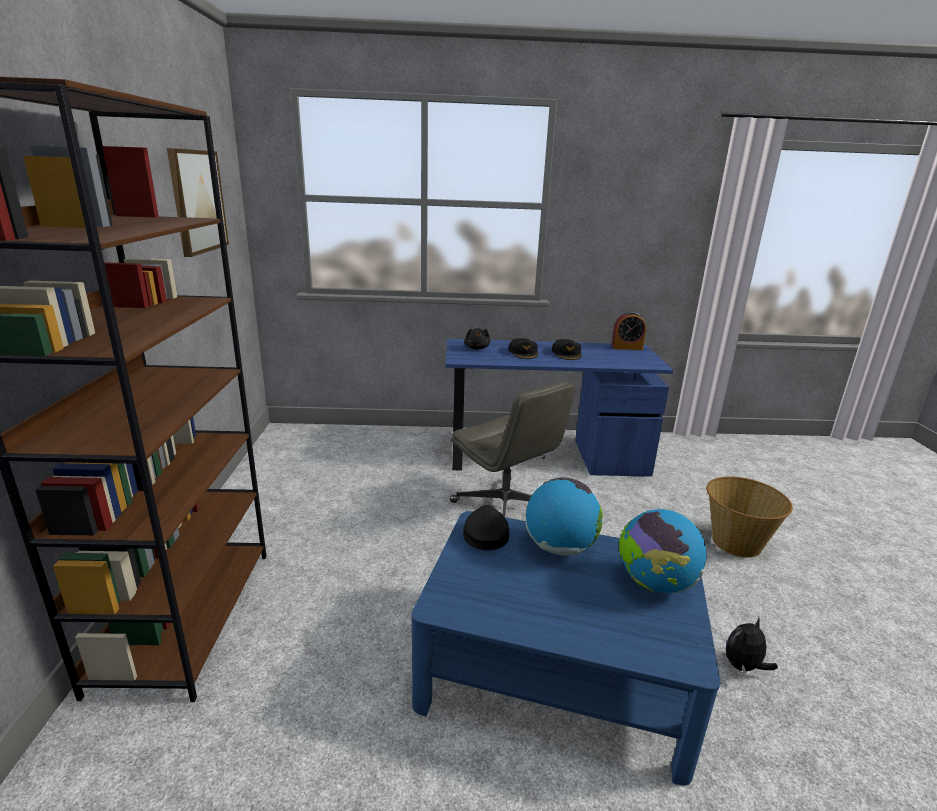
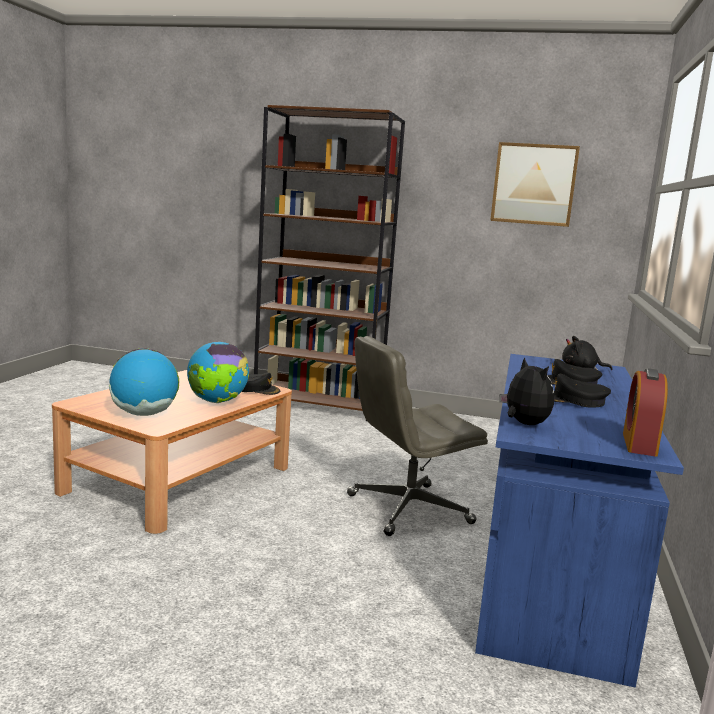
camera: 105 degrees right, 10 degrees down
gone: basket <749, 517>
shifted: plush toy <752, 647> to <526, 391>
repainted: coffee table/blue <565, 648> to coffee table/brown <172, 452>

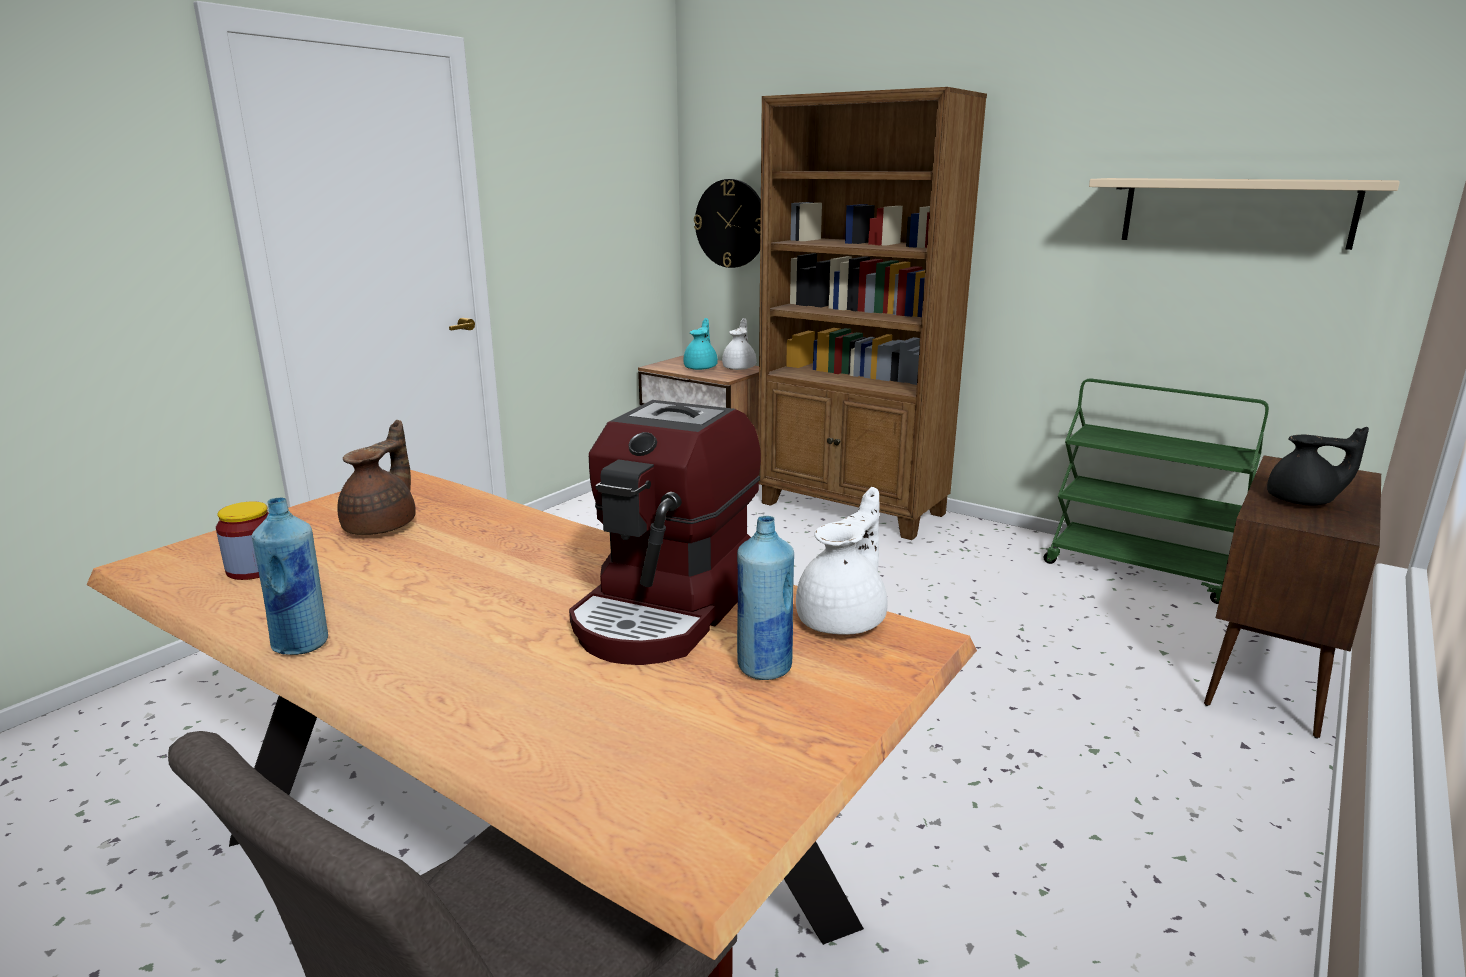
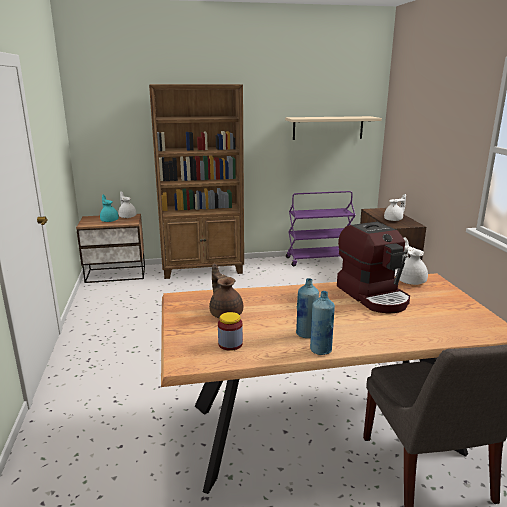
camera: 45 degrees left, 0 degrees up
gone: wall clock <727, 223>
shifted: bottle/blue <765, 598> to <307, 308>
repainted: cart/green <1156, 491> to cart/purple <321, 228>; teapot/black <1318, 466> to teapot/white <395, 207>

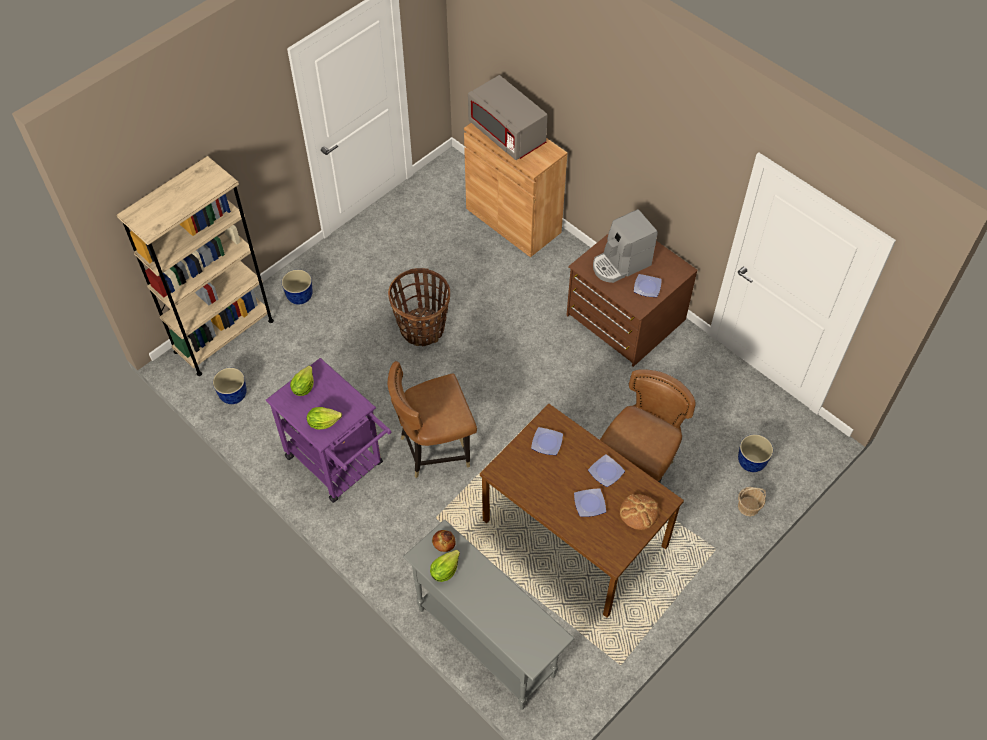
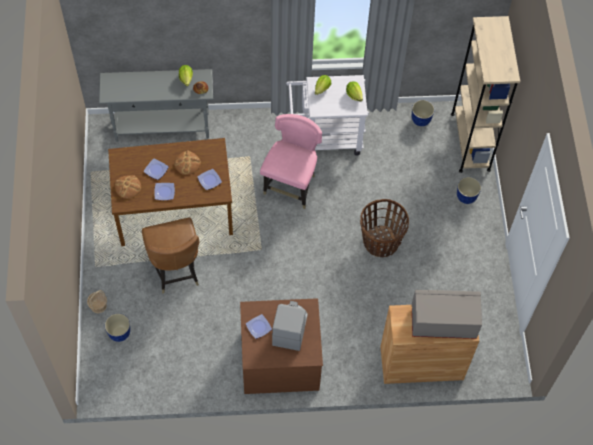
camera: 130 degrees right, 5 degrees up
new: bread <187, 162>
repainted: chair/brown <432, 419> to chair/pink <291, 161>; cart/purple <329, 430> to cart/white <327, 115>

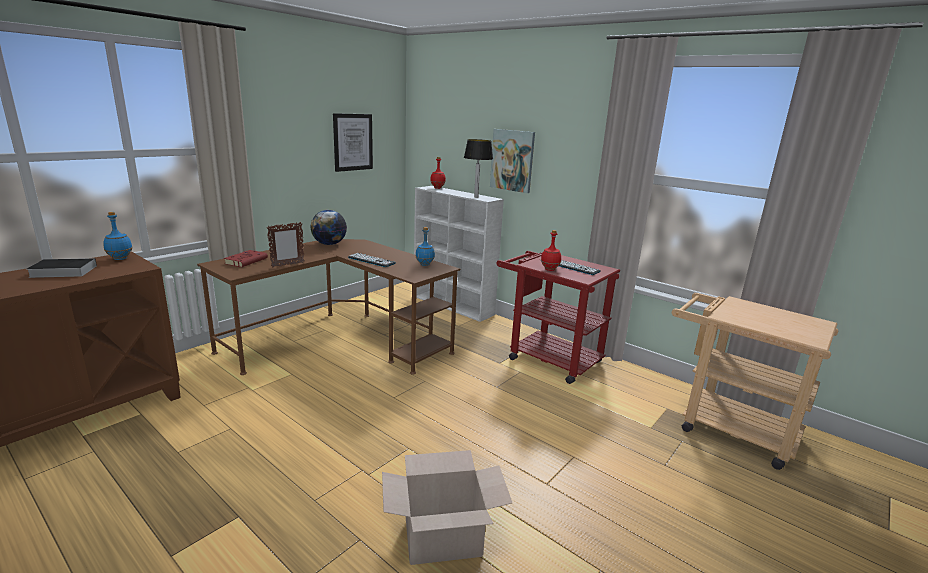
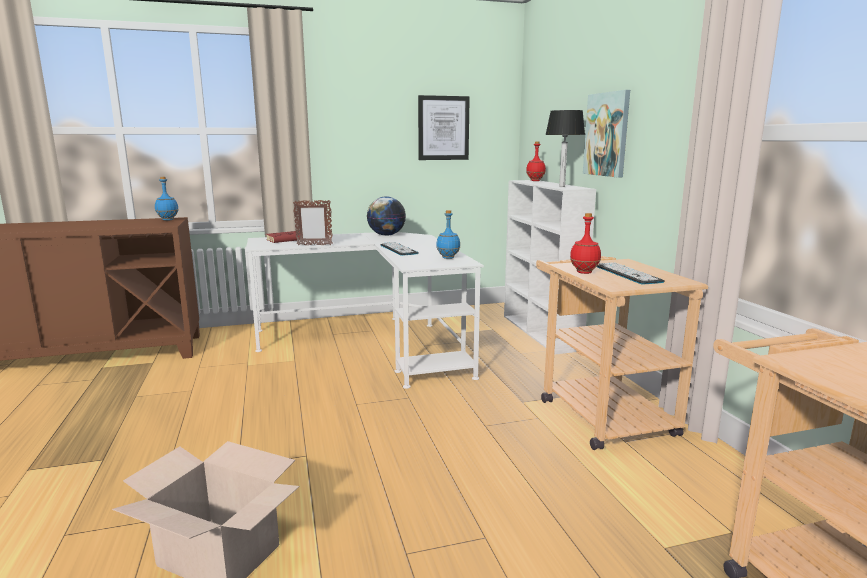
camera: 35 degrees right, 5 degrees down
gone: book <62, 268>
repainted: desk/brown <328, 307> to desk/white <365, 310>; cart/red <558, 317> to cart/beige <622, 353>

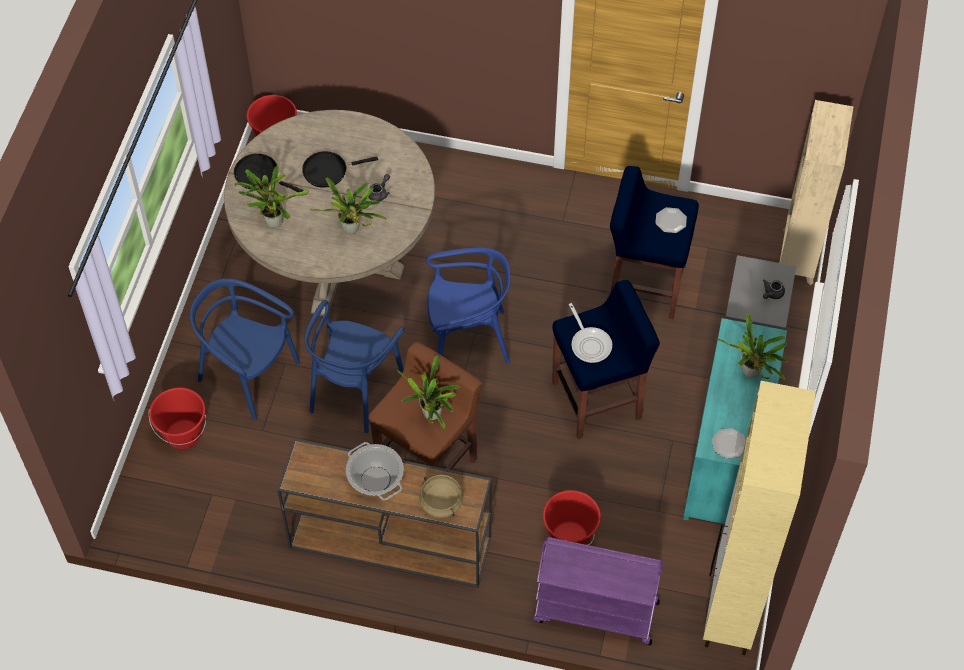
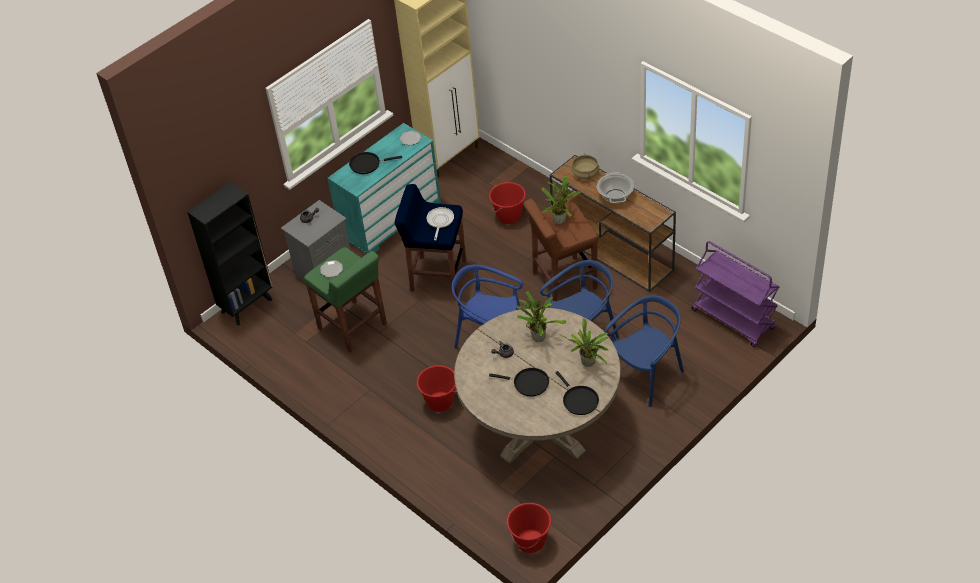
camera: 145 degrees left, 10 degrees down
shifted: bucket/red <177, 418> to <436, 388>; cart/purple <598, 591> to <735, 294>
swapped: potted plant <751, 347> to frying pan/black <375, 163>
repainted: bookcase/beige <816, 192> to bookcase/black <230, 253>; stool/blue <654, 242> to stool/green <345, 300>
rotated: chair/blue <245, 349> = <644, 351> 105 degrees counterclockwise

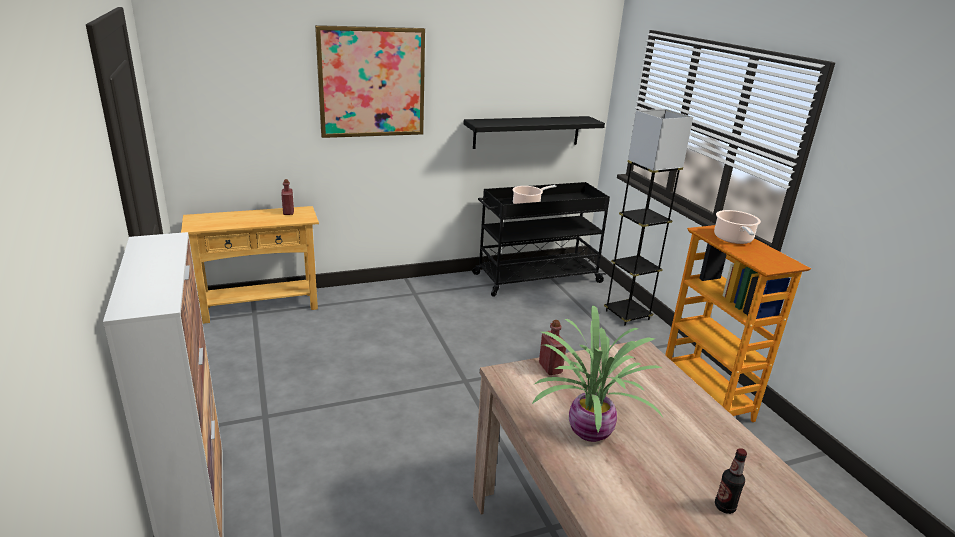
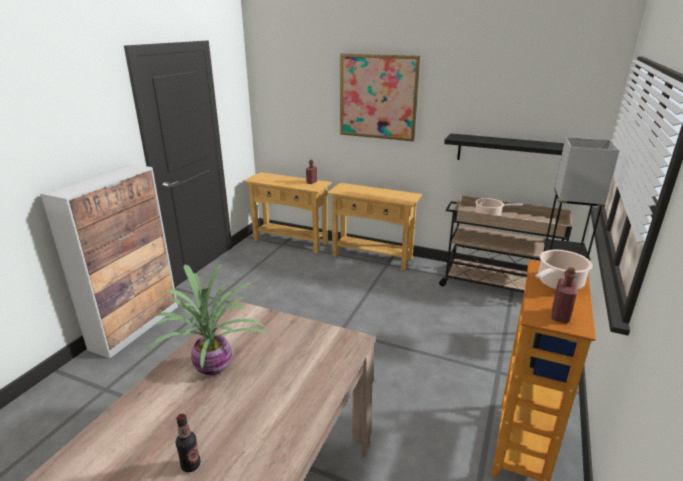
camera: 45 degrees right, 0 degrees up
new: console table/beige <374, 226>
shifted: bottle/red <552, 347> to <564, 295>
repainted: cart/black <541, 239> to cart/beige <505, 244>

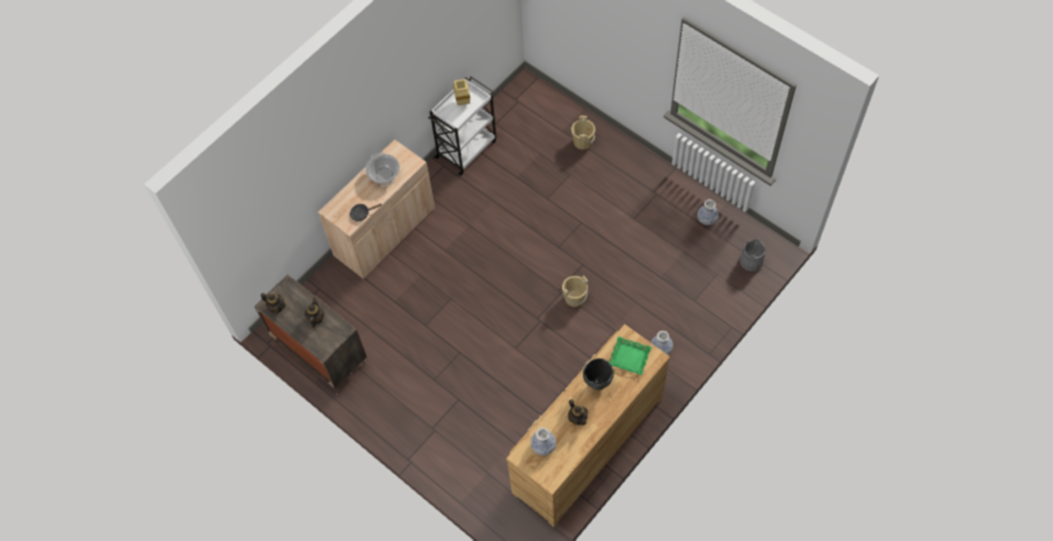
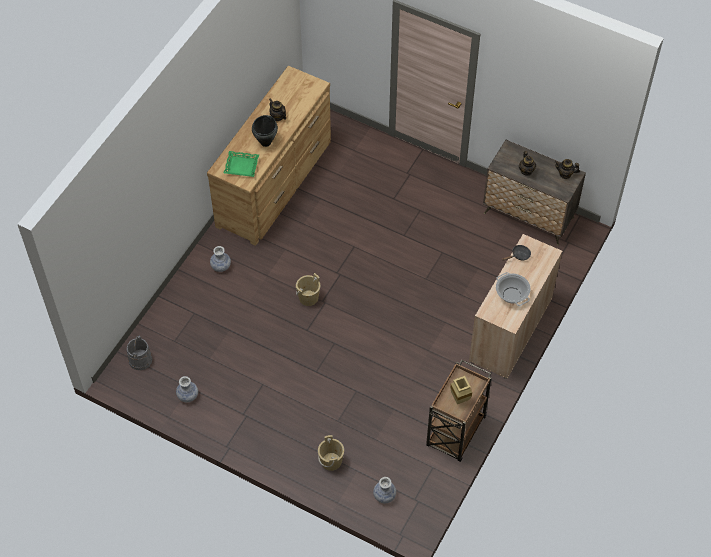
camera: 165 degrees right, 5 degrees down
shifted: vase <543, 441> to <384, 490>
repainted: cart/white <462, 126> to cart/brown <458, 410>

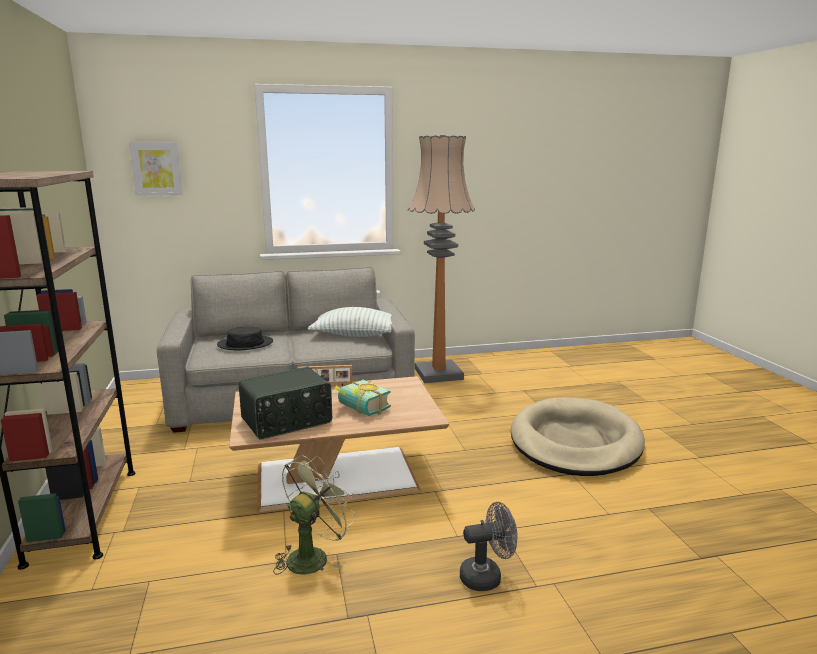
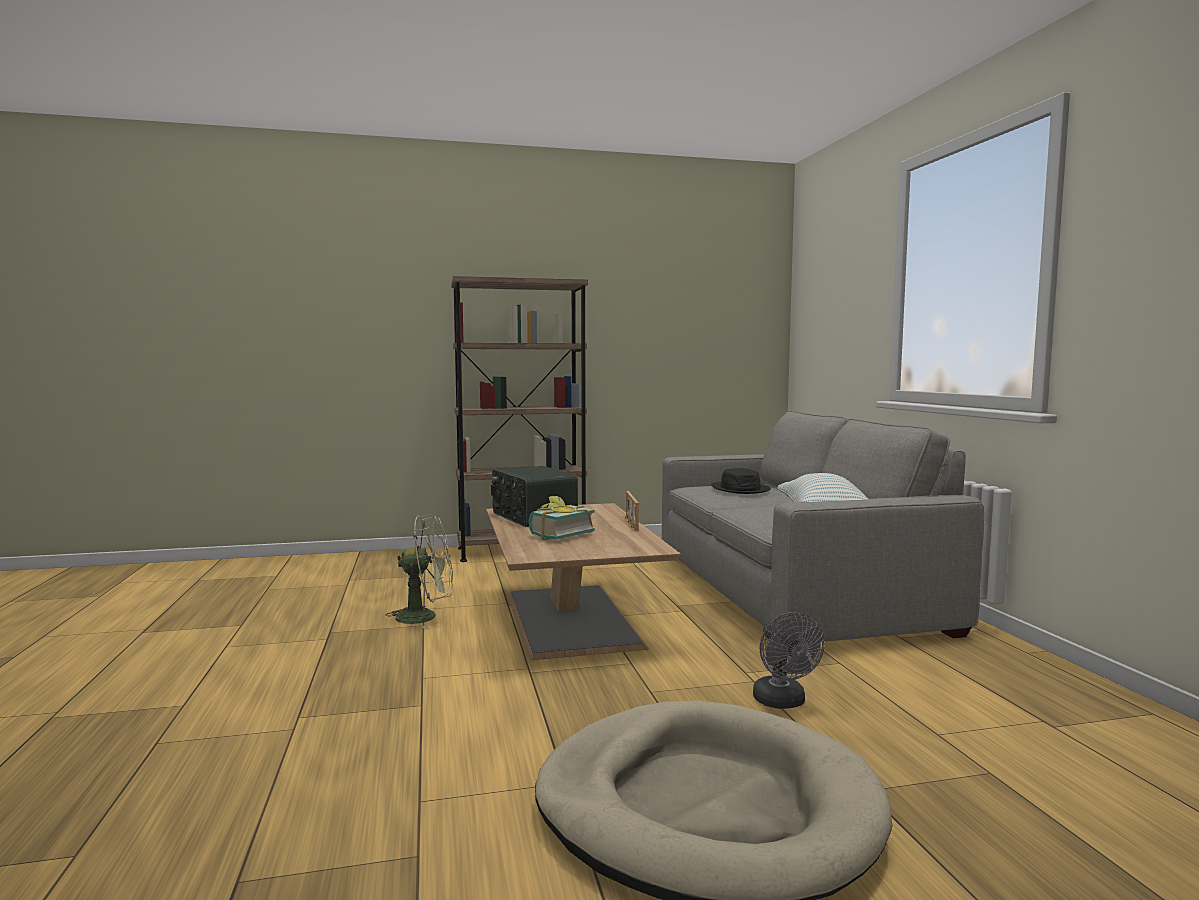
camera: 90 degrees right, 10 degrees down
gone: picture <156, 169>; floor lamp <441, 259>
shifted: fan/grey <488, 546> to <789, 660>
rotated: fan/green <315, 515> = <419, 571> 45 degrees counterclockwise

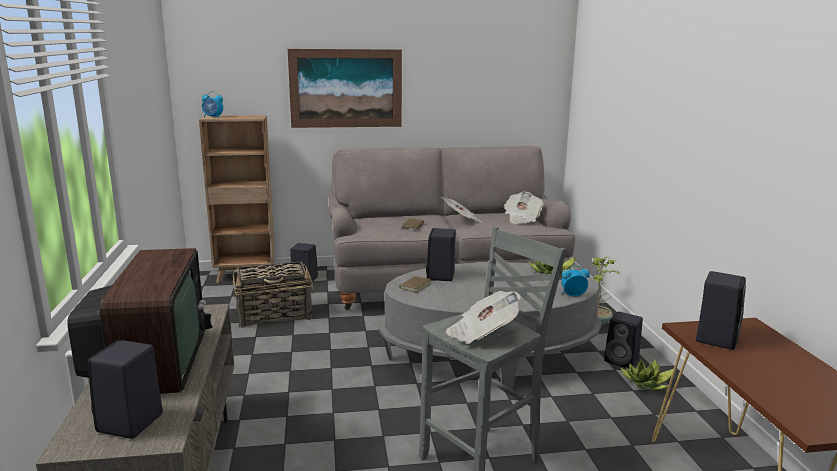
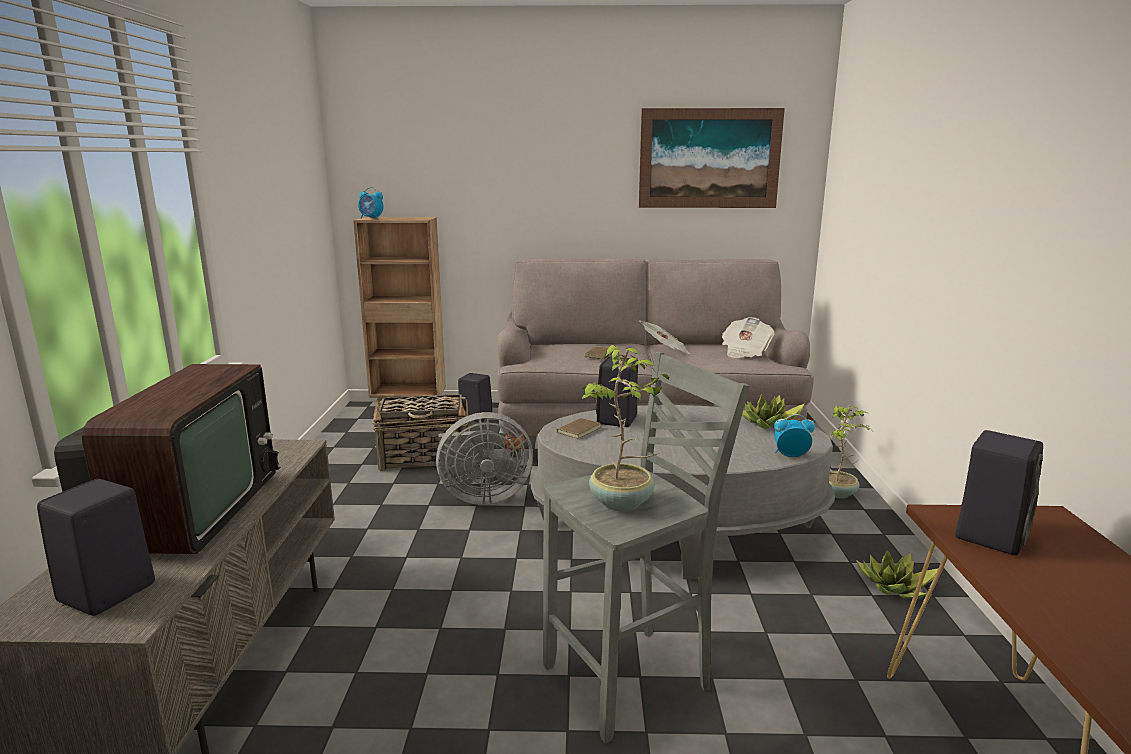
camera: 10 degrees right, 0 degrees up
gone: speaker/black <623, 340>
new: fan/grey <484, 458>
shifted: picture <345, 88> to <712, 158>
swapped: newspaper <483, 317> to potted plant <625, 428>

